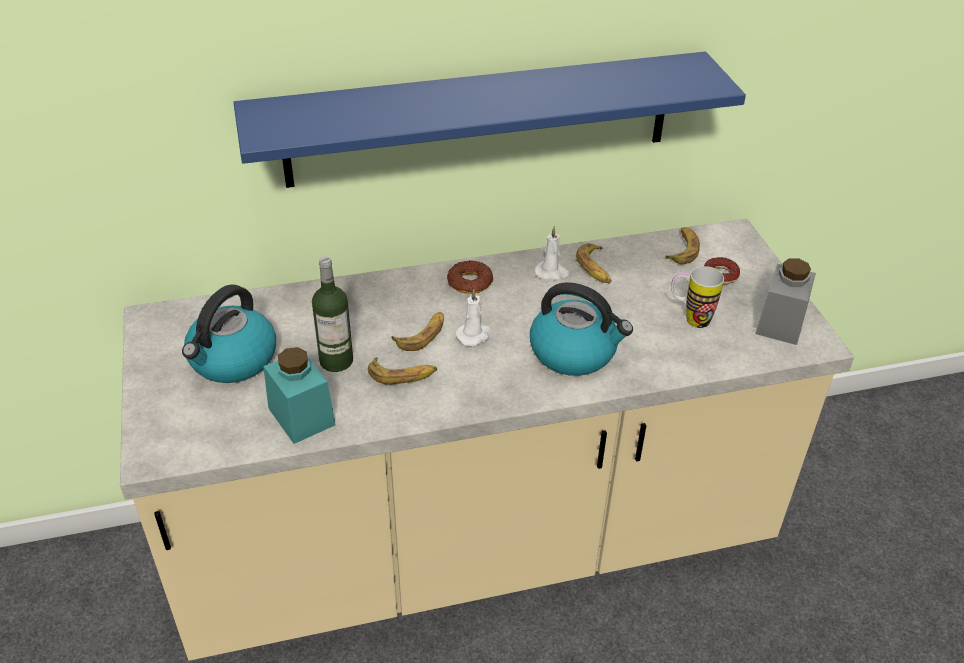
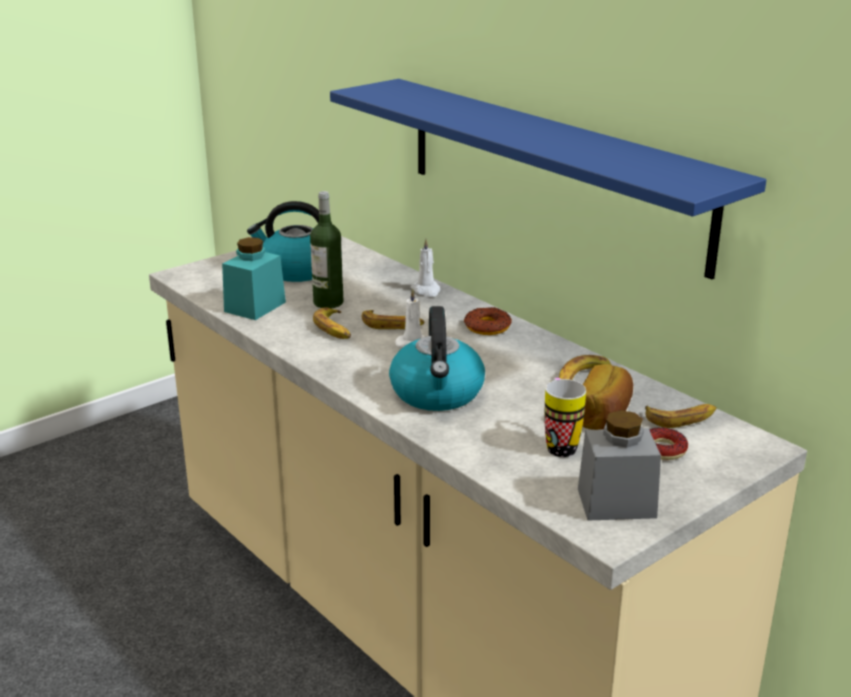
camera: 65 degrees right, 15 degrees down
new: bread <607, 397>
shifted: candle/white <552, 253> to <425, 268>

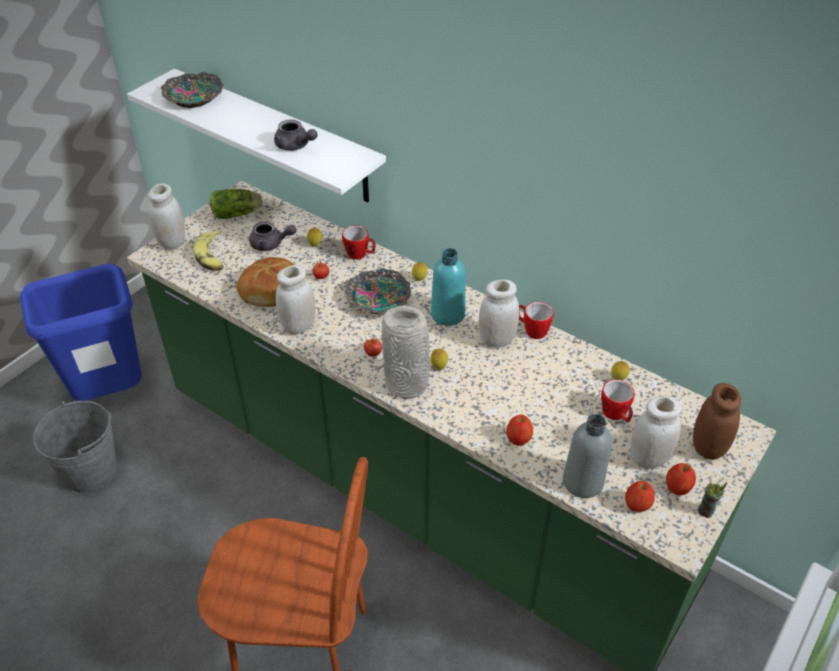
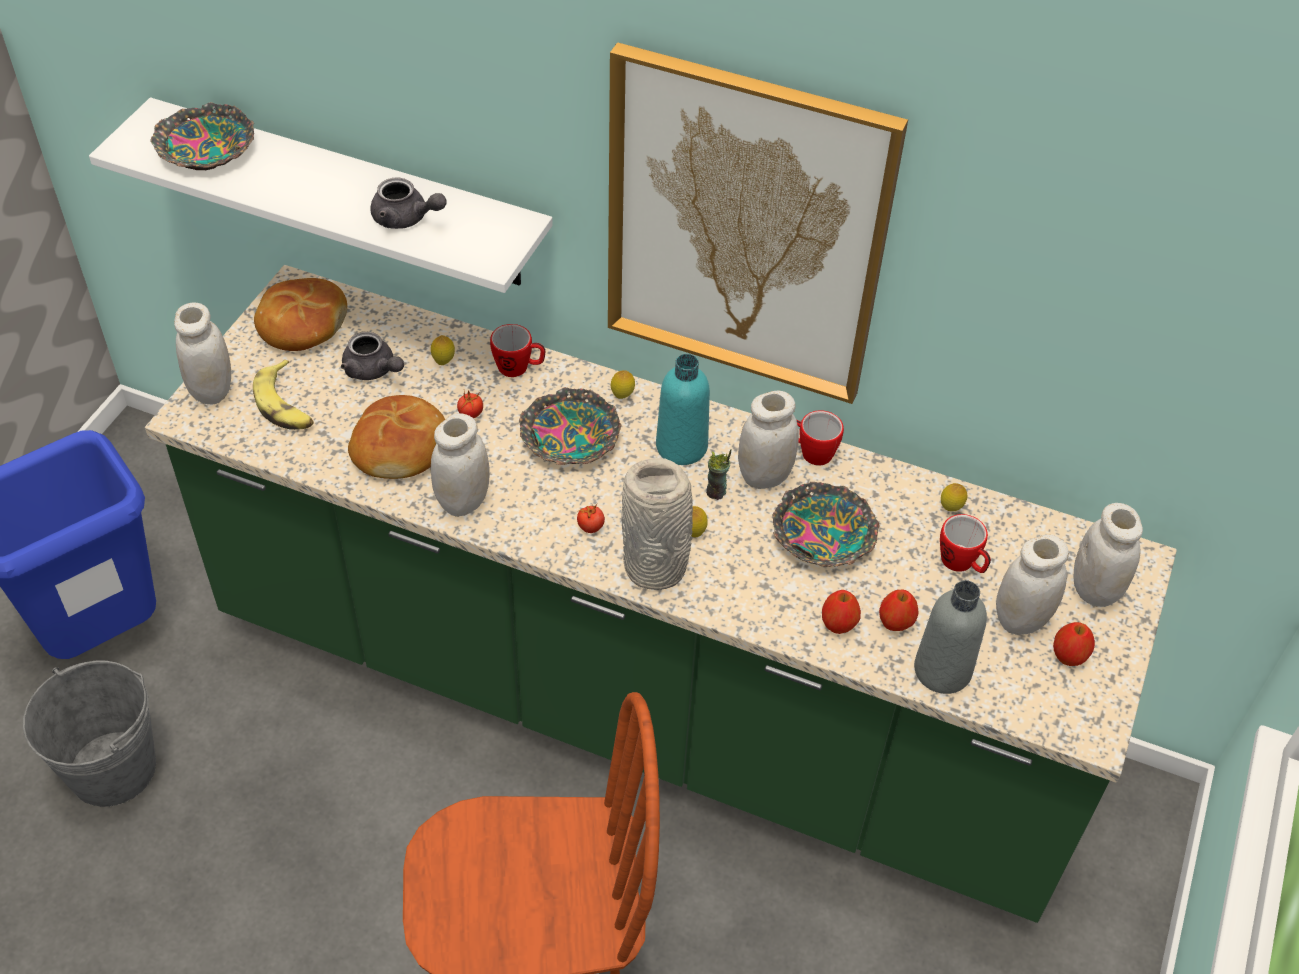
camera: 15 degrees left, 5 degrees up
new: picture <758, 223>; bowl <826, 524>
shifted: cup <712, 499> to <719, 474>; apple <640, 496> to <898, 610>
swapped: lettuce <236, 204> to bread <300, 314>
repainted: jar/brown <717, 421> to jar/white <1108, 555>
rotated: teapot/grey <273, 236> = <372, 356> 45 degrees clockwise

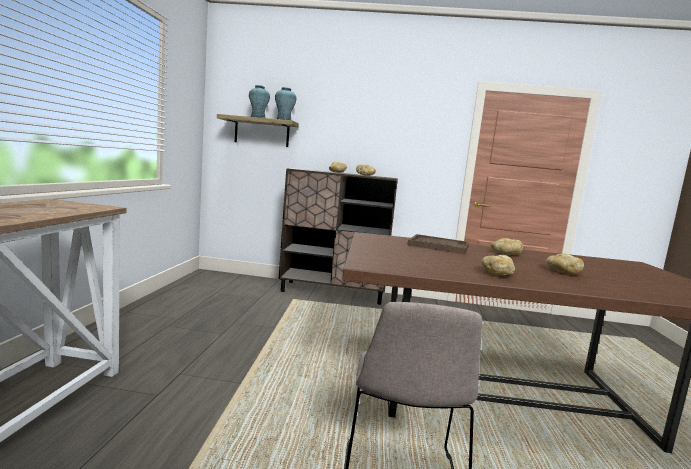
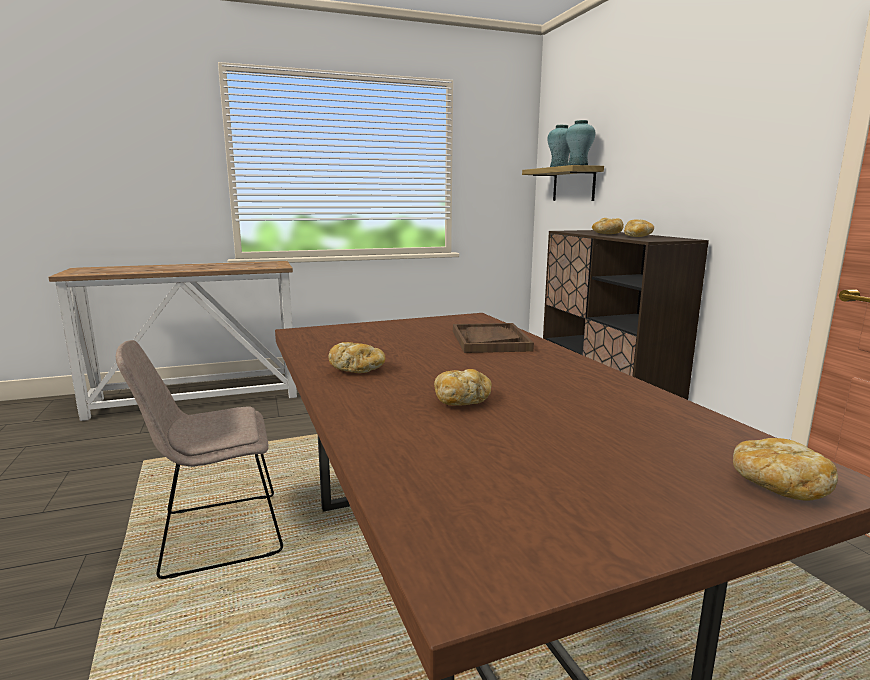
camera: 65 degrees right, 5 degrees up
shifted: bread <507, 246> to <785, 469>

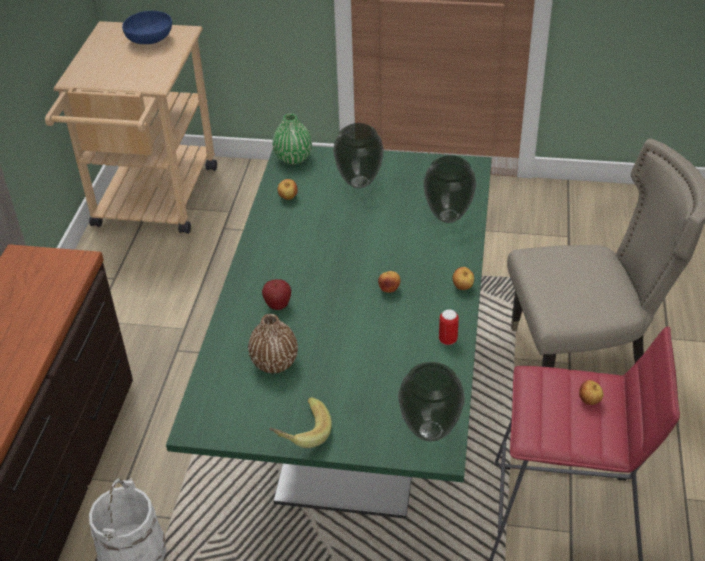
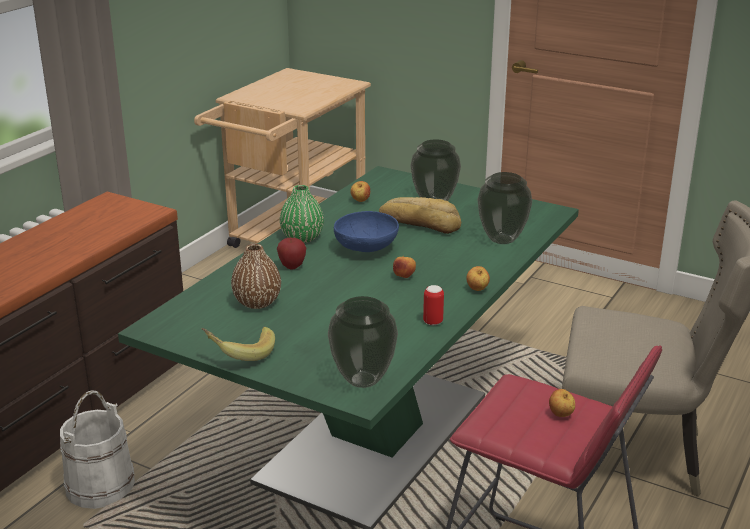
camera: 20 degrees right, 15 degrees down
new: bread <420, 215>
shifted: vase/green <292, 139> to <302, 214>; bowl/blue <147, 27> to <366, 231>

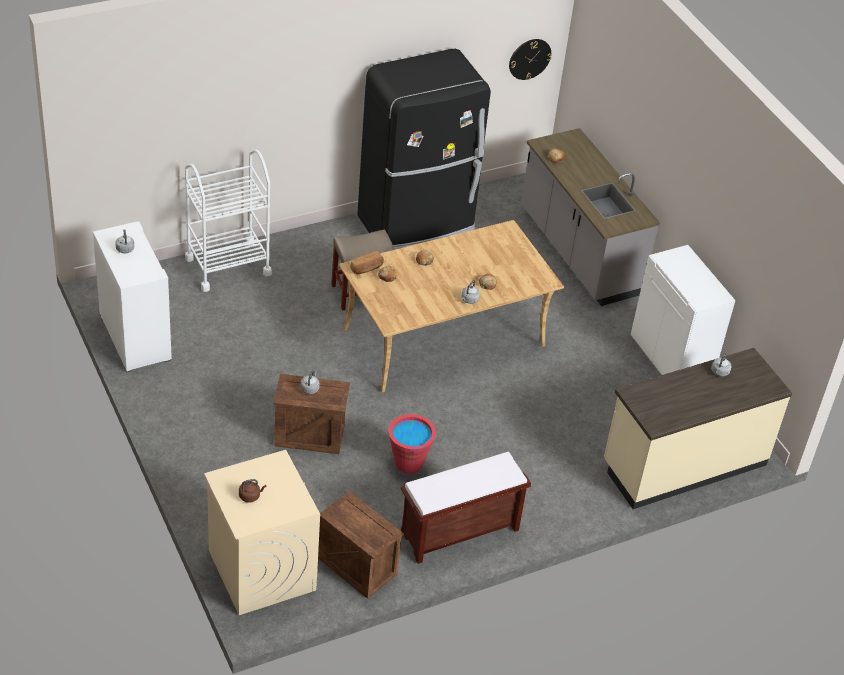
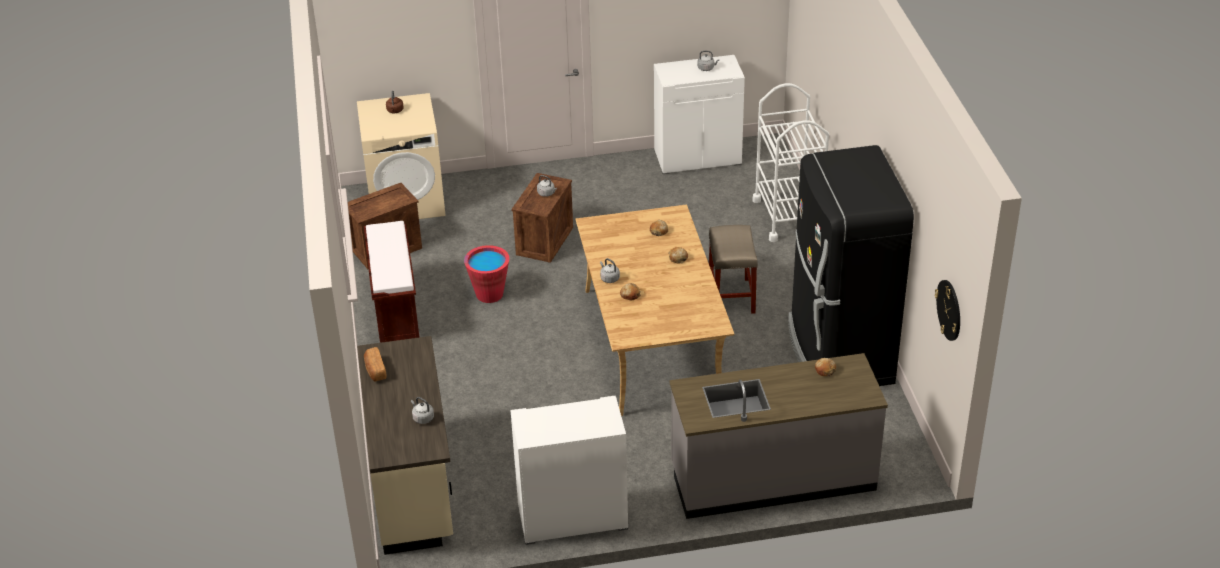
camera: 110 degrees right, 5 degrees down
shifted: bread <367, 262> to <375, 364>

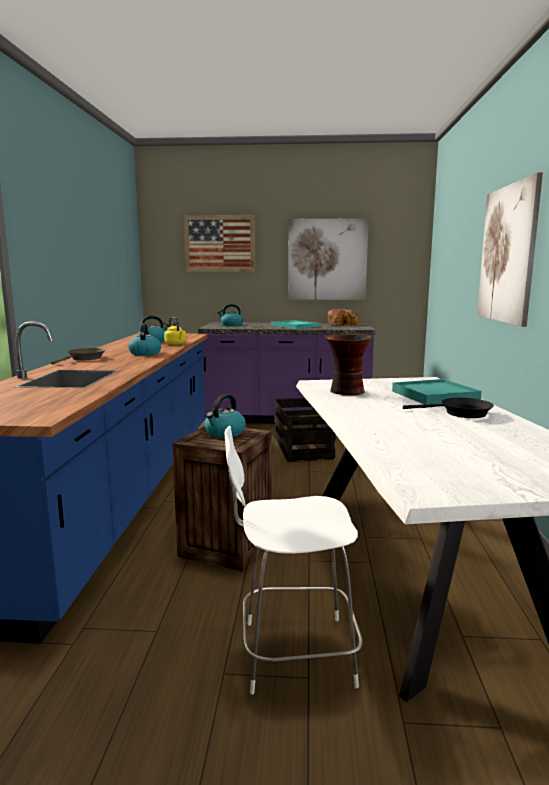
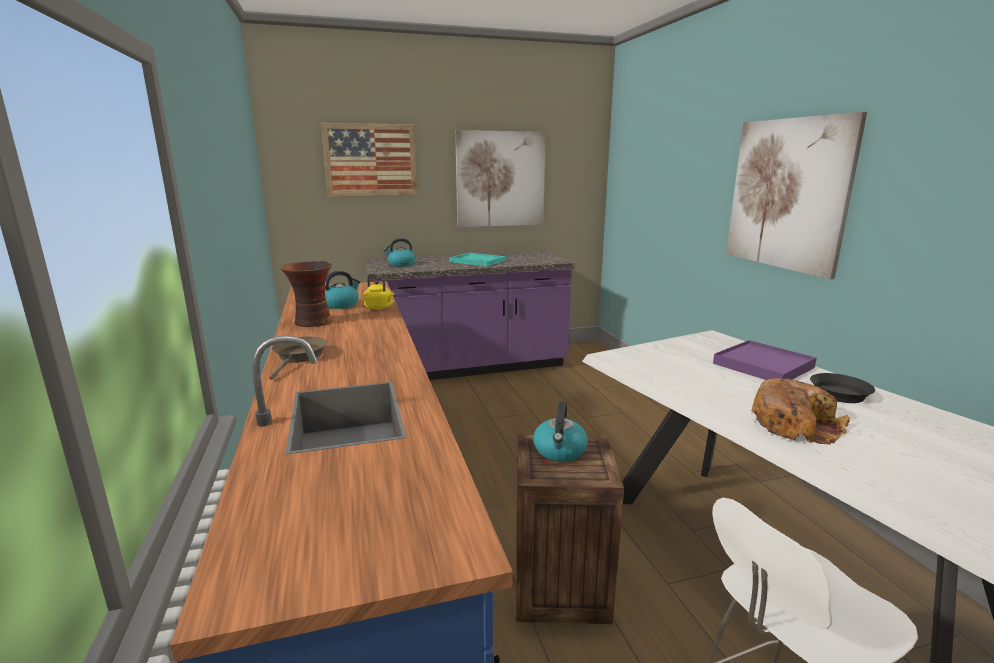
camera: 20 degrees left, 5 degrees up
gone: kettle <144, 339>; crate <305, 430>
shifted: vase <348, 364> to <306, 294>; bread <344, 317> to <801, 411>
repainted: tray/turquoise <436, 392> to tray/purple <765, 360>

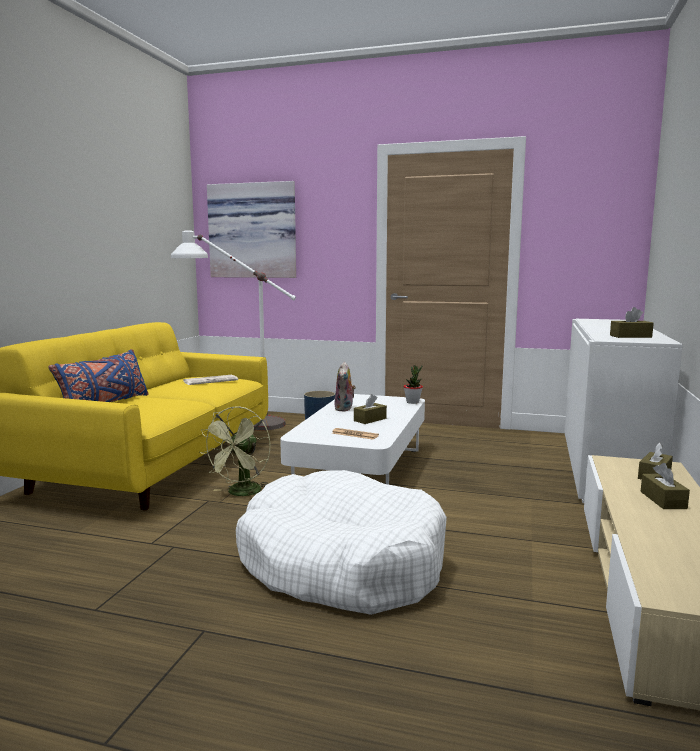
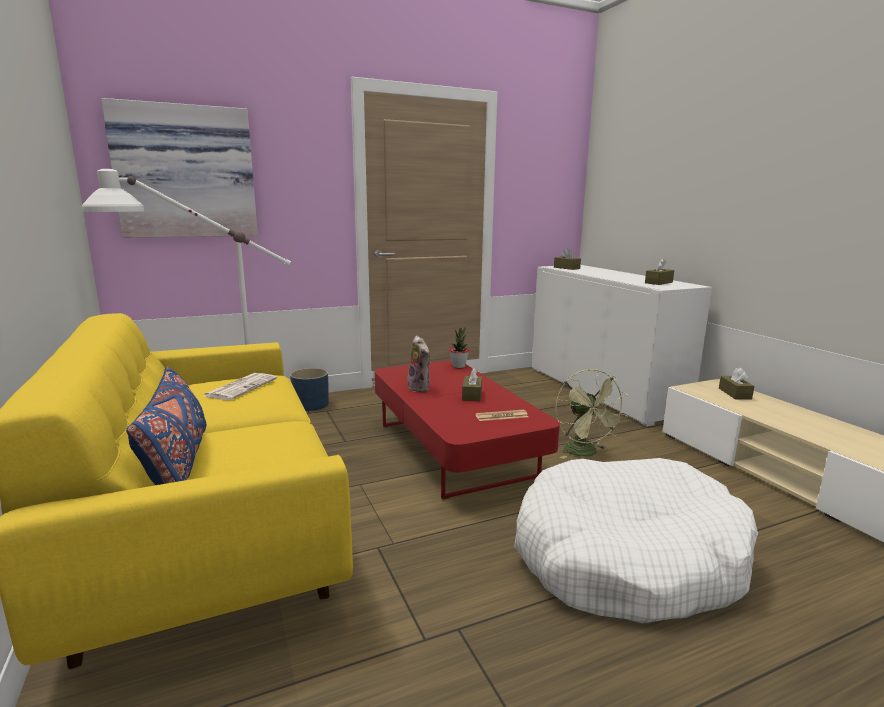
camera: 40 degrees left, 5 degrees up
shifted: tissue box/brown <665, 486> to <567, 259>; fan/green <235, 451> to <591, 414>
repainted: coffee table/white <352, 439> to coffee table/red <467, 429>

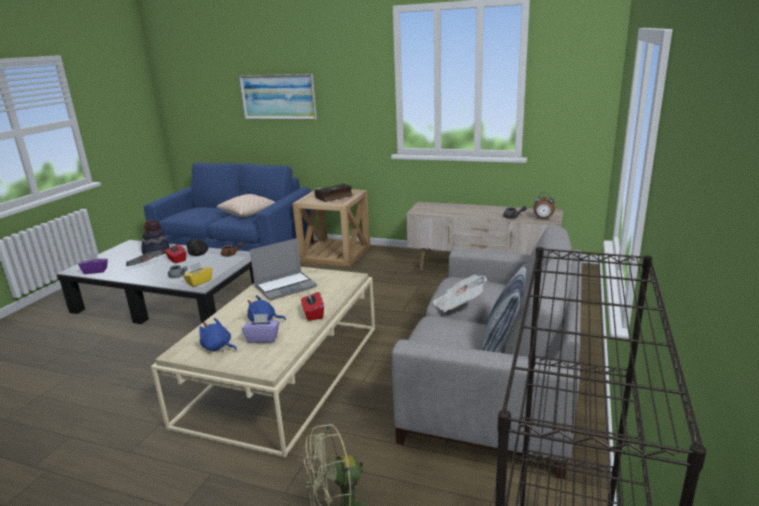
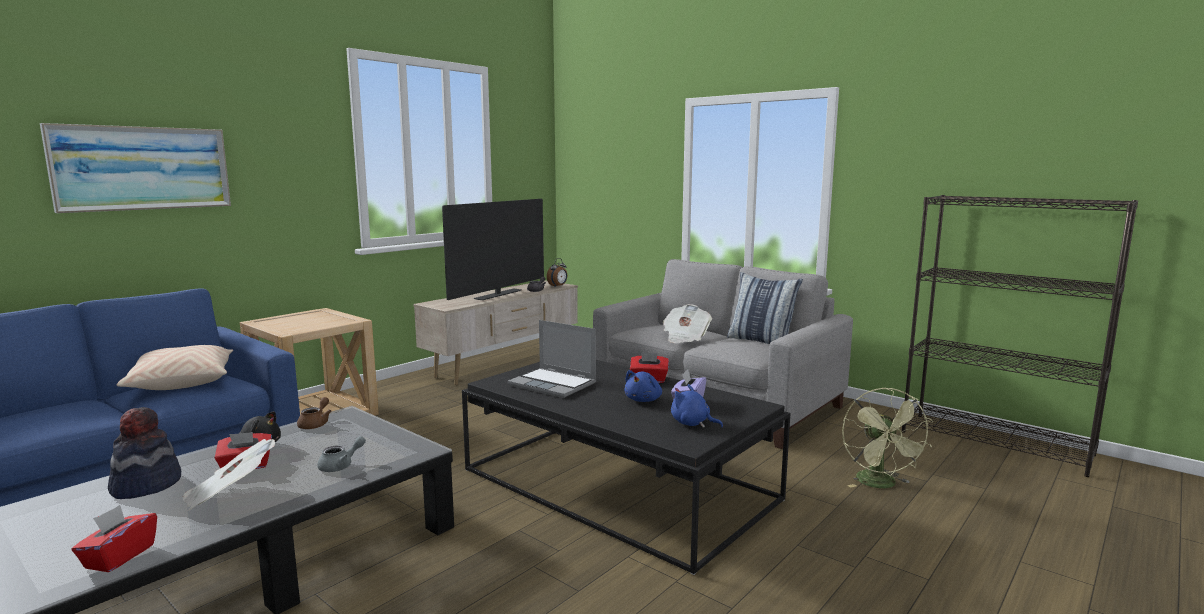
camera: 70 degrees left, 10 degrees down
gone: tissue box/yellow <197, 274>; book <333, 192>
new: television <493, 249>
repainted: tissue box/purple <93, 263> to tissue box/red <114, 538>; coffee table/beige <263, 362> to coffee table/black <626, 467>
rotated: laptop <283, 269> = <551, 359> 135 degrees clockwise; plush toy/blue <218, 335> = <697, 406> 75 degrees clockwise

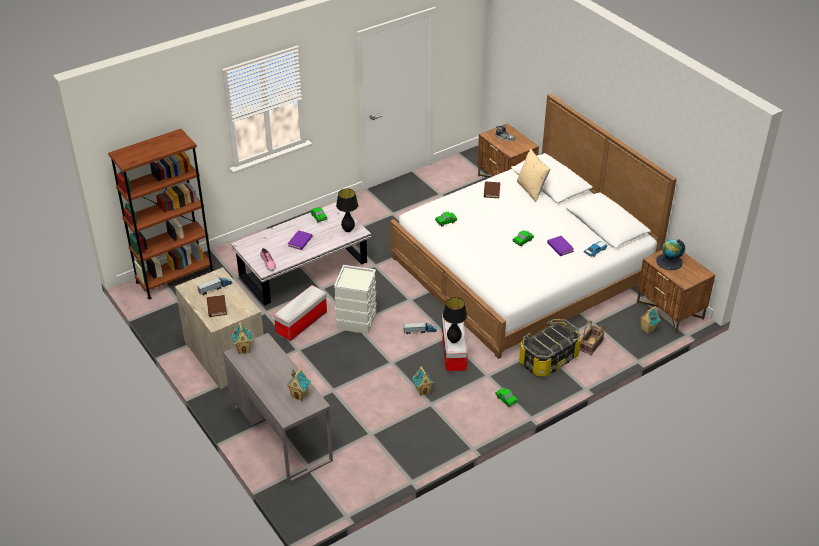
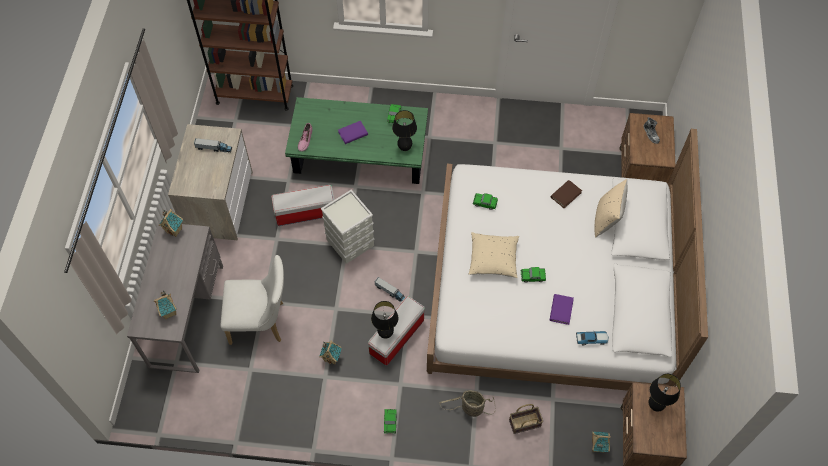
camera: 40 degrees right, 20 degrees up
gone: book/brown <217, 306>
new: chair/white <252, 300>; pillow/beige <494, 255>
swapped: storage box <550, 348> to basket <467, 403>; globe <670, 254> to table lamp/black <664, 392>
repainted: coffee table/white <301, 254> to coffee table/green <356, 140>

